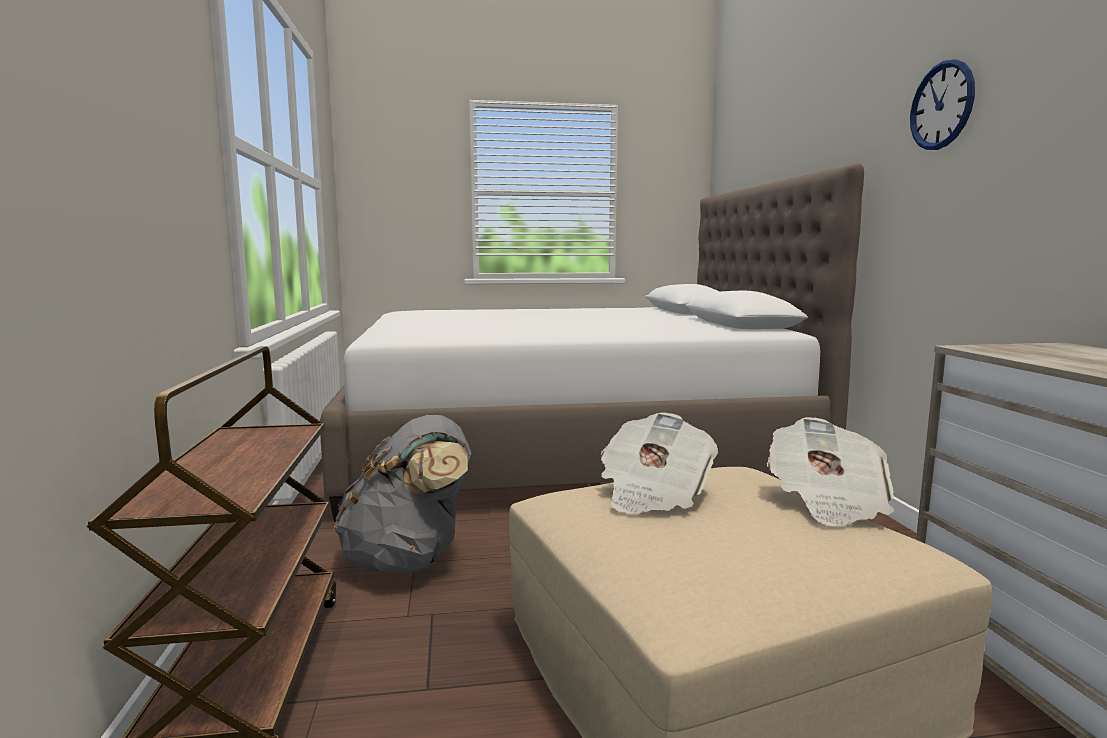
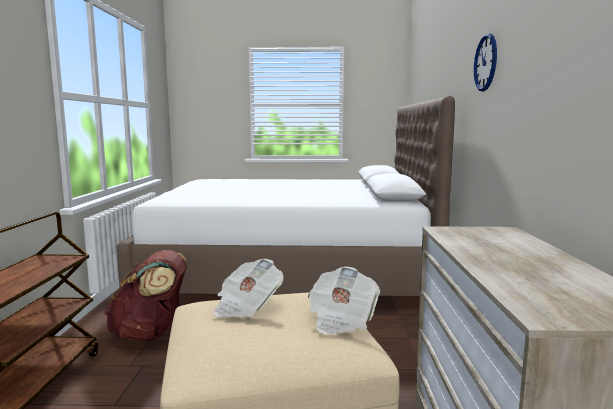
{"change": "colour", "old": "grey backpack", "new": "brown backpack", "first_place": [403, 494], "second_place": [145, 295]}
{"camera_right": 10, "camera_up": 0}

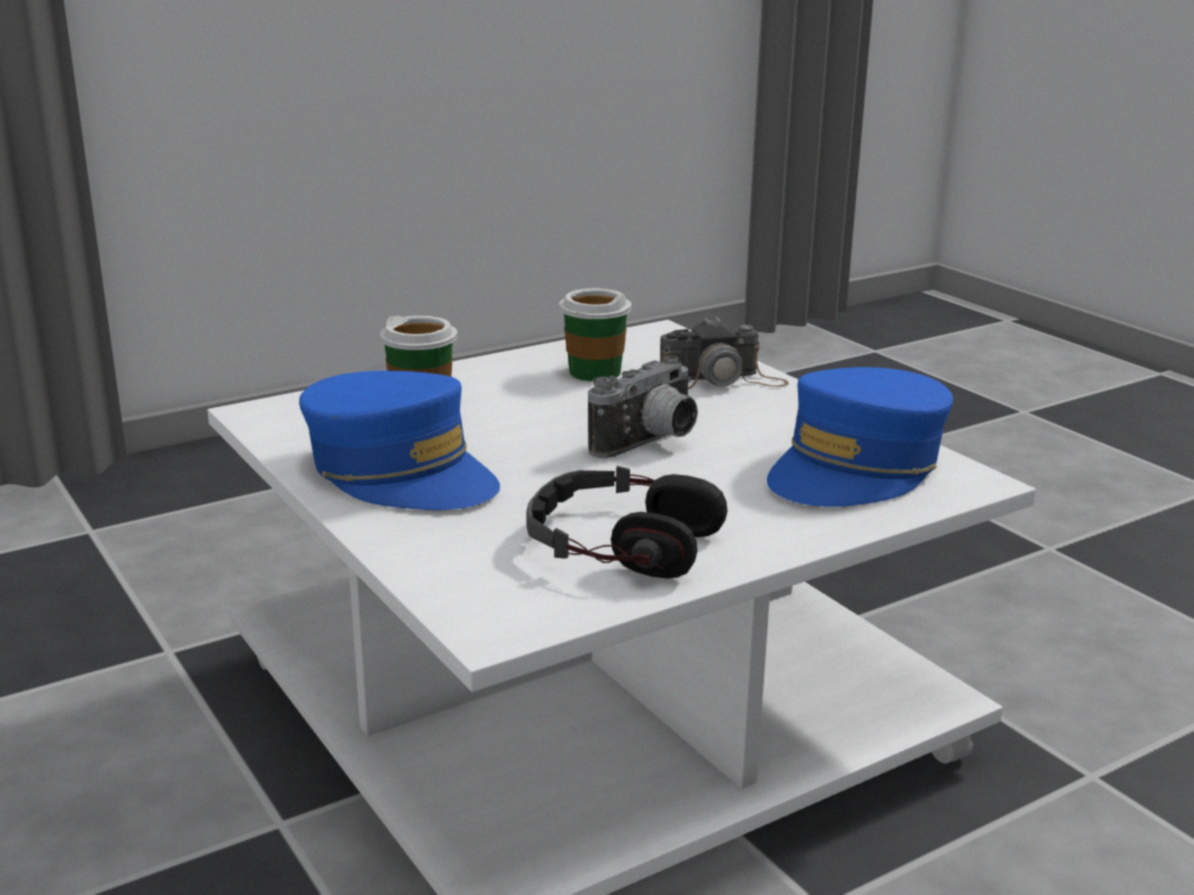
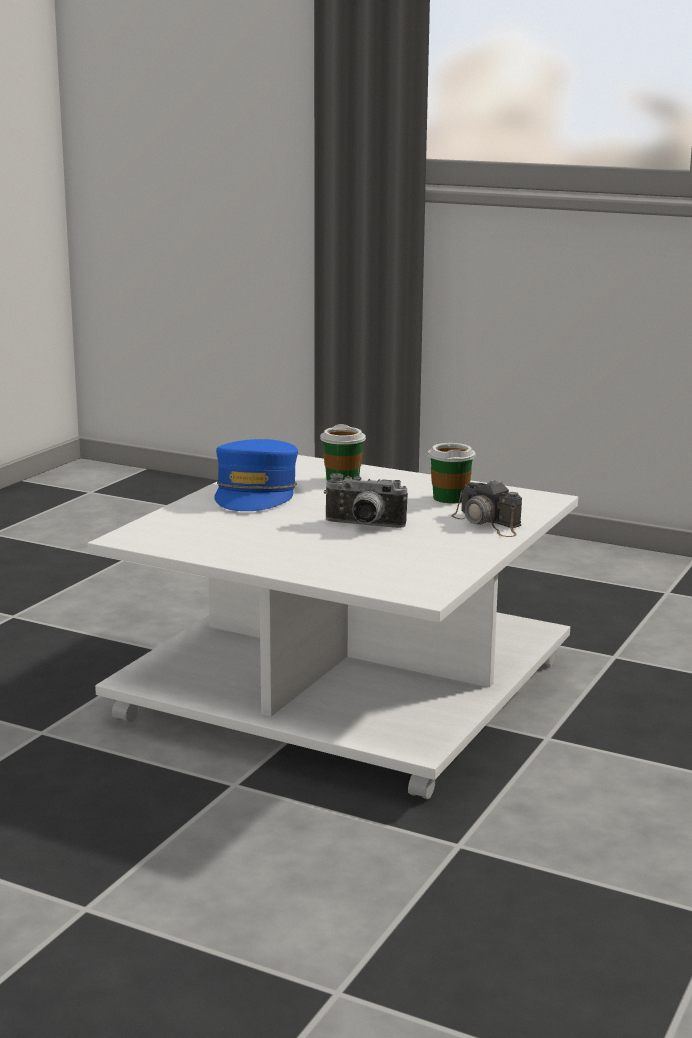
{"change": "missing", "old": "headphones", "first_place": [626, 522]}
{"change": "missing", "old": "blue cap", "first_place": [860, 437]}
{"camera_right": 60, "camera_up": -5}

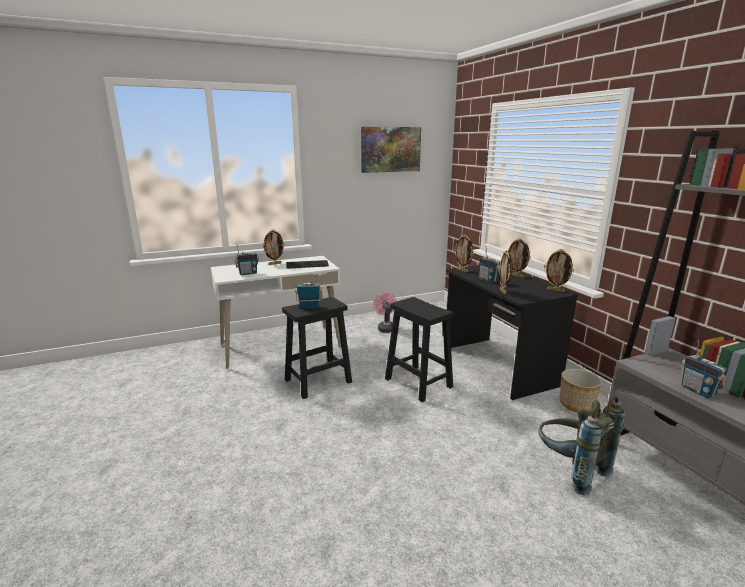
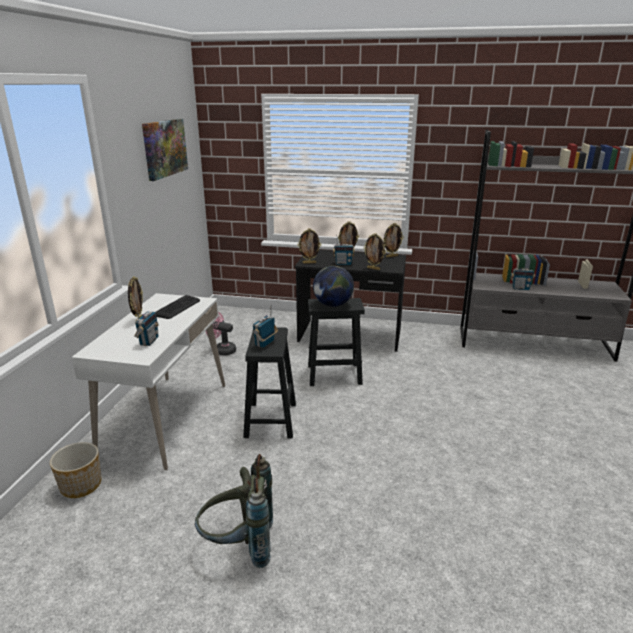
{"change": "appeared", "new": "globe", "second_place": [333, 286]}
{"change": "relocated", "old": "grey backpack", "first_place": [581, 445], "second_place": [234, 511]}
{"change": "relocated", "old": "planter", "first_place": [581, 390], "second_place": [76, 470]}
{"camera_right": -55, "camera_up": 5}

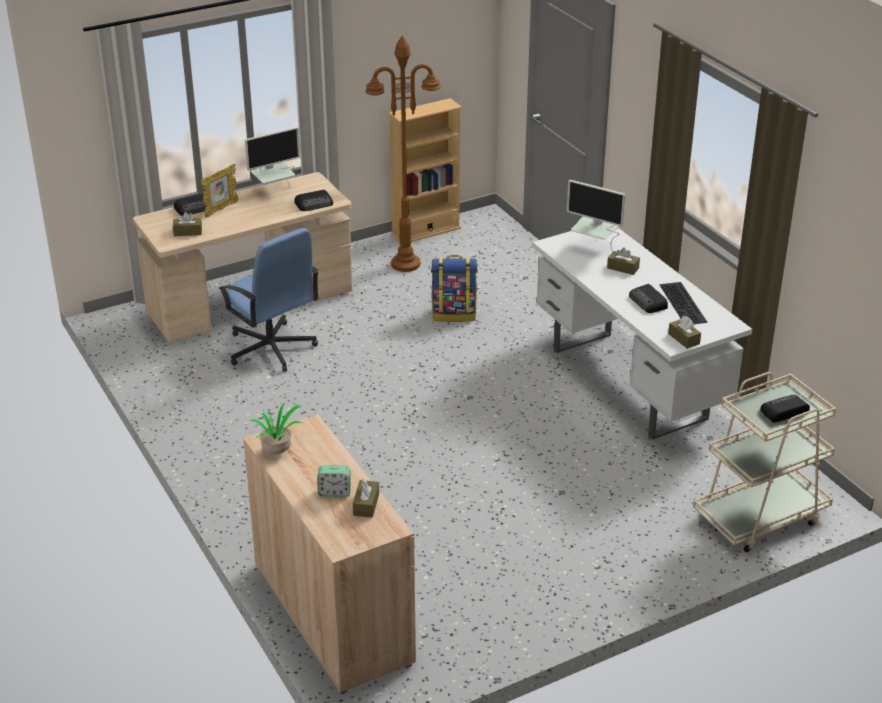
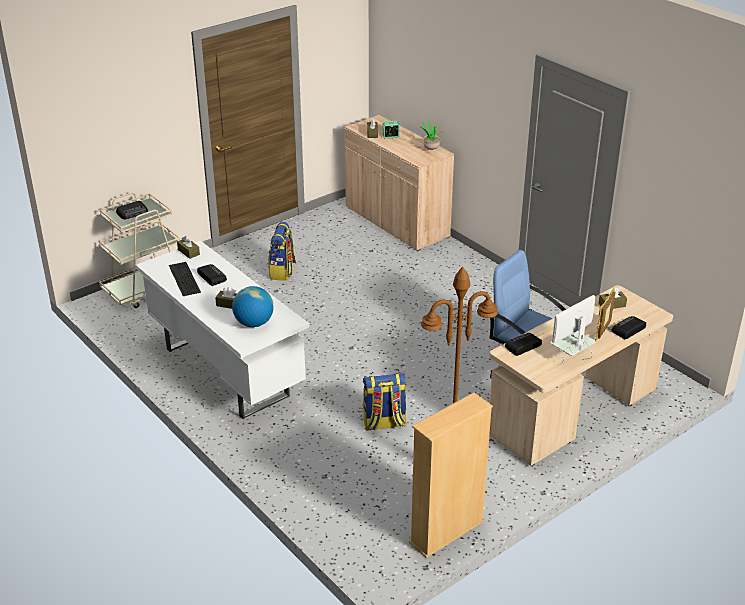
{"change": "appeared", "new": "backpack", "second_place": [282, 251]}
{"change": "exchanged", "old": "monitor", "new": "globe", "first_place": [596, 215], "second_place": [253, 306]}
{"camera_right": 170, "camera_up": 0}

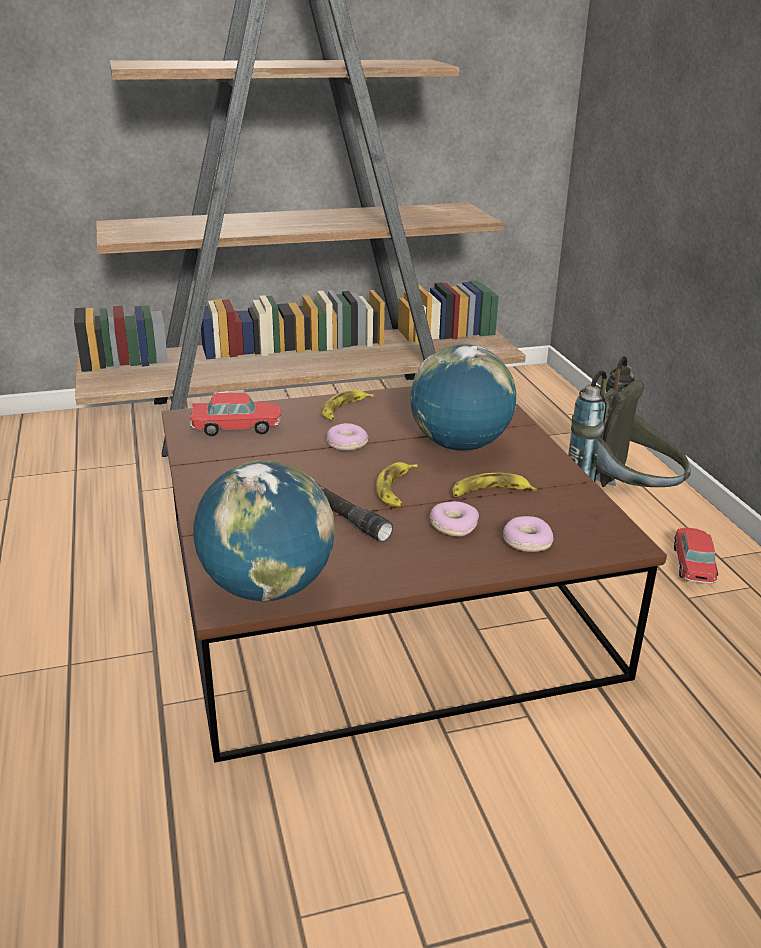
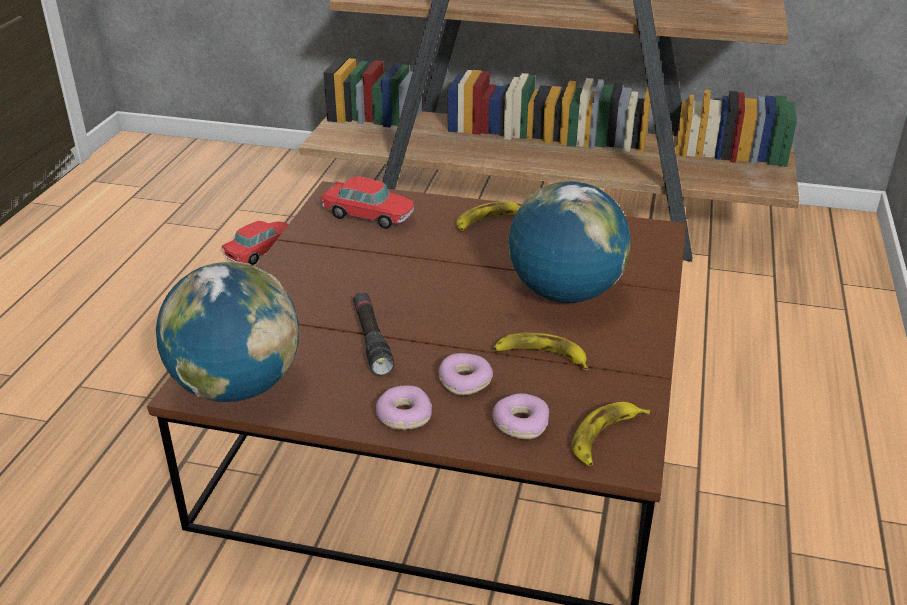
{"change": "missing", "old": "grey backpack", "first_place": [629, 421]}
{"change": "relocated", "old": "donut", "first_place": [347, 437], "second_place": [404, 407]}
{"change": "relocated", "old": "banana", "first_place": [396, 484], "second_place": [611, 434]}
{"change": "relocated", "old": "toy car", "first_place": [696, 556], "second_place": [255, 243]}
{"camera_right": 30, "camera_up": 5}

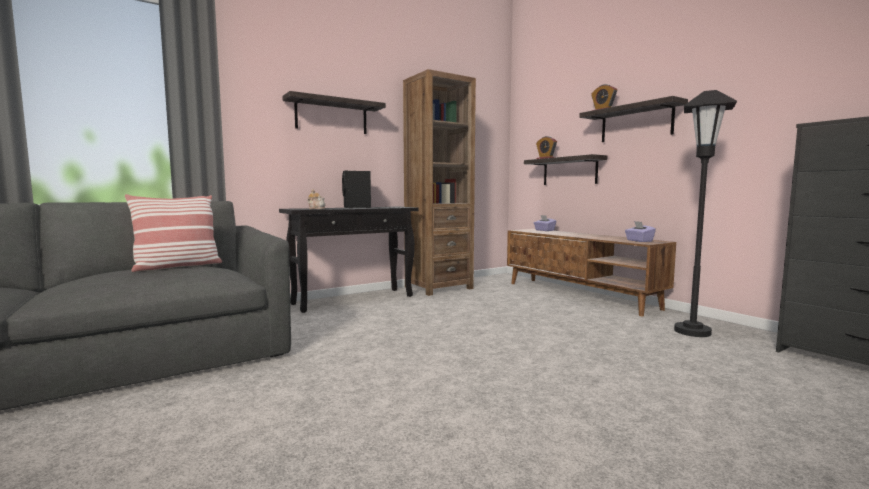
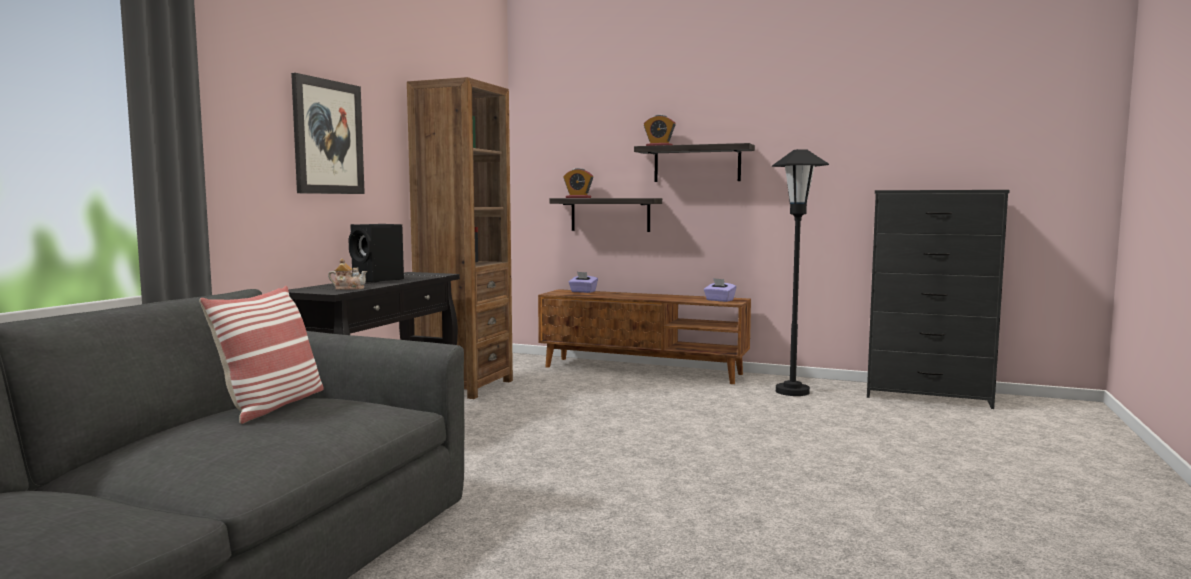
{"change": "exchanged", "old": "shelf", "new": "picture", "first_place": [334, 112], "second_place": [328, 133]}
{"camera_right": -35, "camera_up": 0}

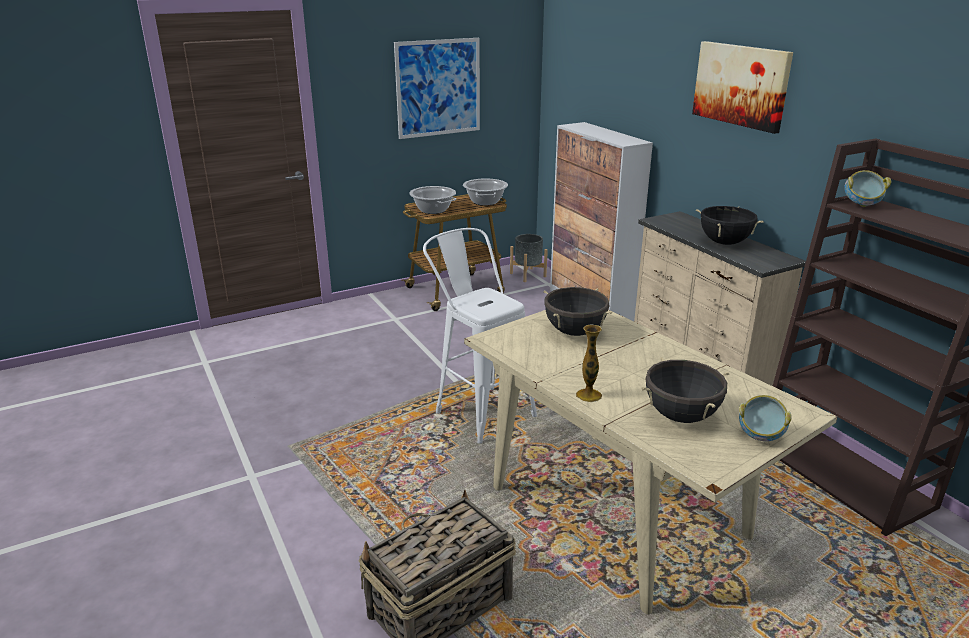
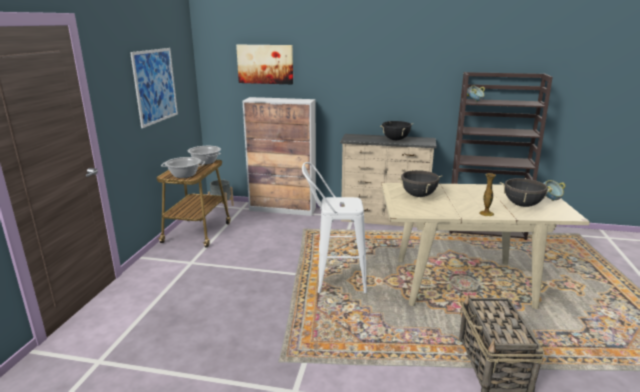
{"change": "relocated", "old": "picture", "first_place": [742, 87], "second_place": [264, 64]}
{"camera_right": -50, "camera_up": -5}

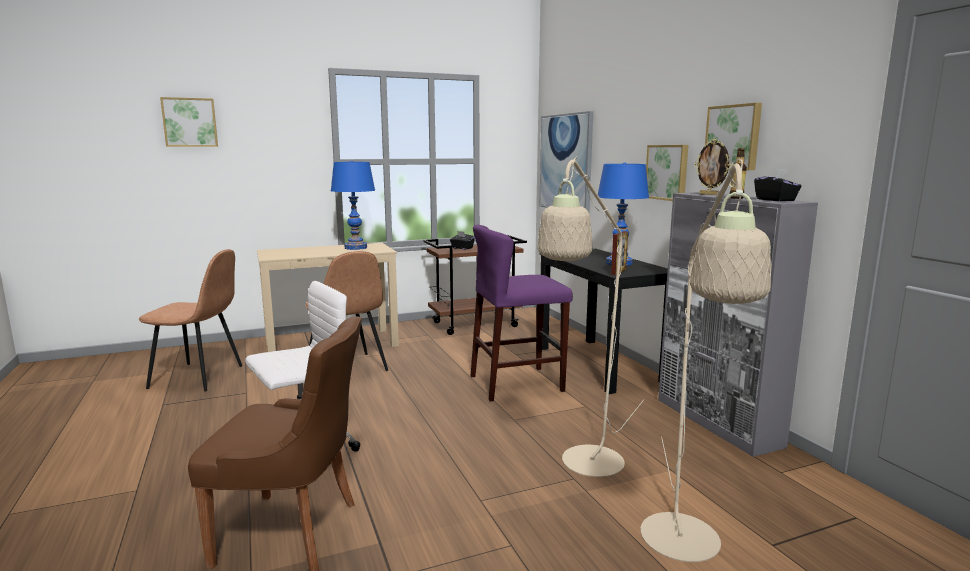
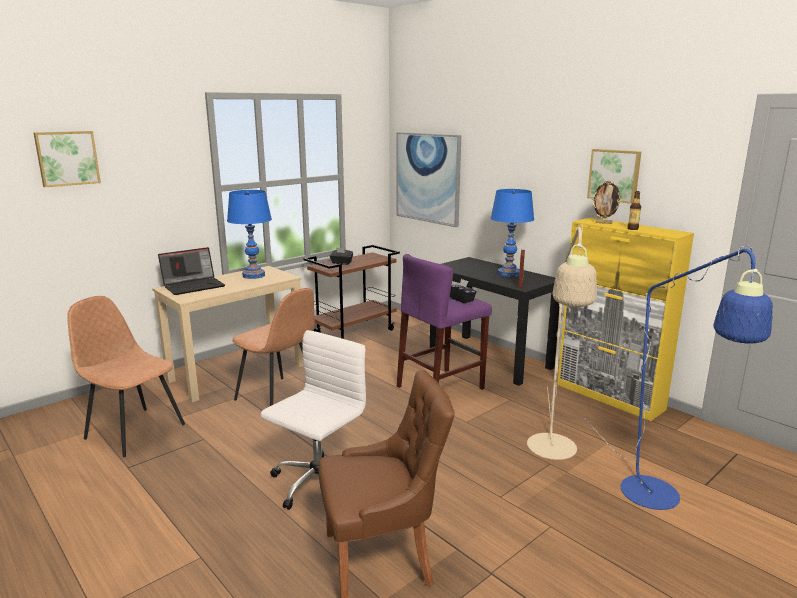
{"change": "missing", "old": "picture", "first_place": [667, 173]}
{"change": "appeared", "new": "laptop", "second_place": [191, 271]}
{"change": "relocated", "old": "black tissue box", "first_place": [778, 185], "second_place": [463, 291]}
{"change": "colour", "old": "beige floor lamp", "new": "blue floor lamp", "first_place": [706, 360], "second_place": [678, 377]}
{"change": "colour", "old": "grey cabinet", "new": "yellow cabinet", "first_place": [738, 324], "second_place": [625, 319]}
{"change": "spun", "old": "brown chair", "first_place": [190, 320], "second_place": [126, 376], "degrees": -135}
{"camera_right": -20, "camera_up": 5}

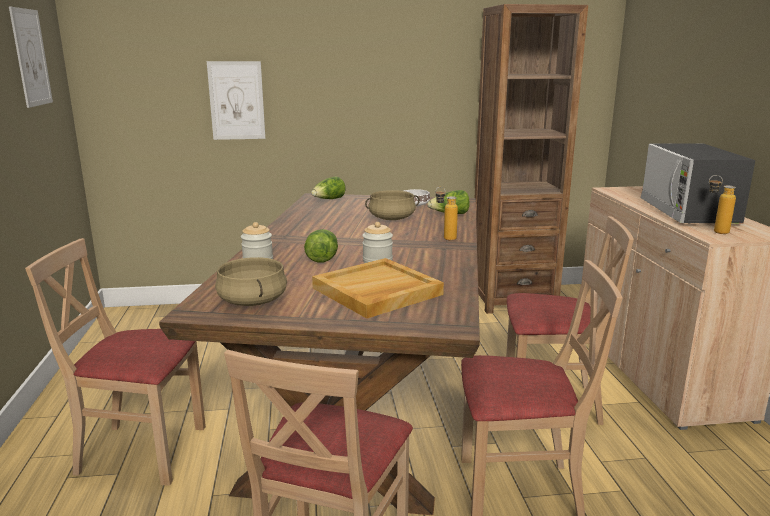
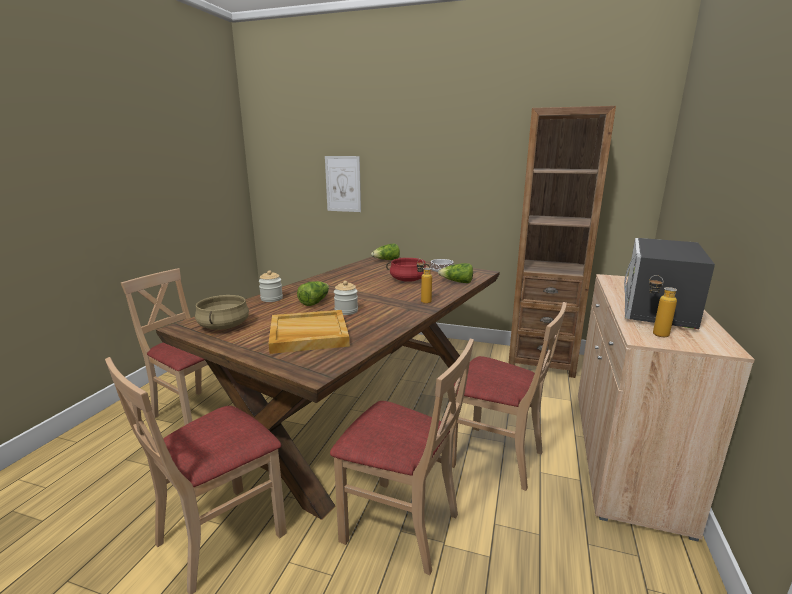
{"change": "missing", "old": "picture", "first_place": [31, 57]}
{"change": "colour", "old": "beige cooking pot", "new": "red cooking pot", "first_place": [392, 205], "second_place": [408, 270]}
{"camera_right": 25, "camera_up": 0}

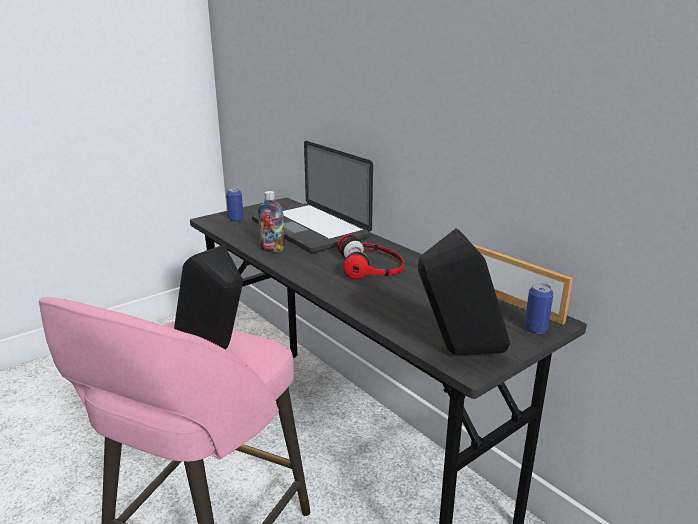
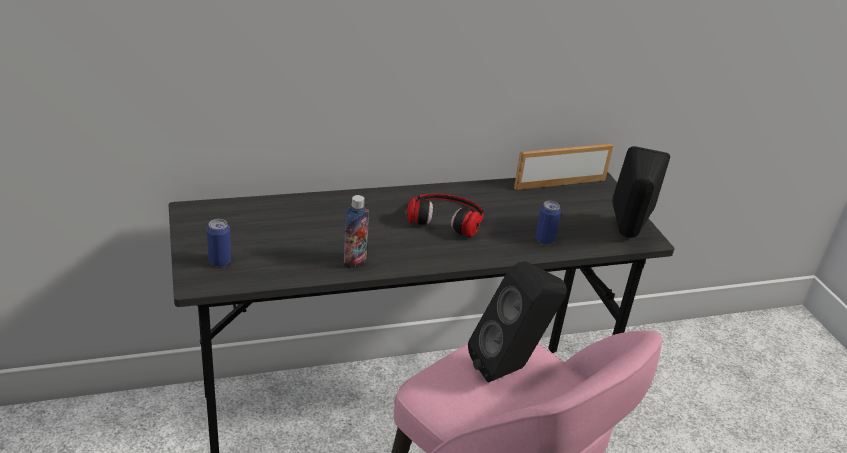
{"change": "missing", "old": "laptop", "first_place": [312, 197]}
{"change": "relocated", "old": "can", "first_place": [538, 308], "second_place": [548, 223]}
{"camera_right": -70, "camera_up": 10}

